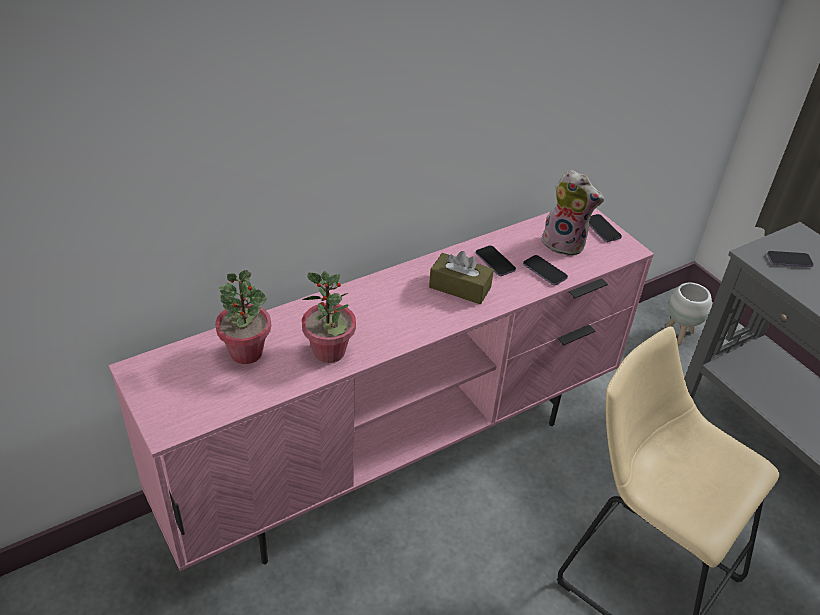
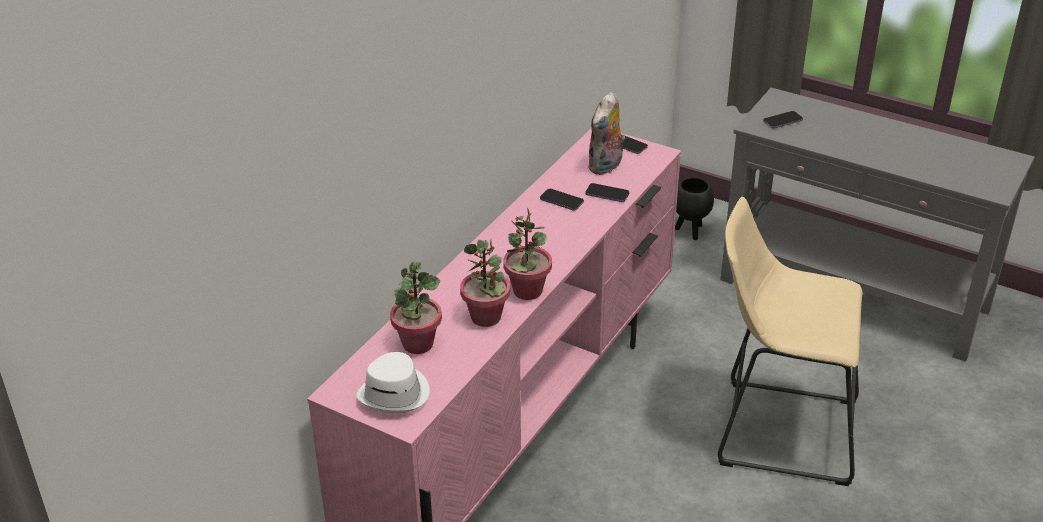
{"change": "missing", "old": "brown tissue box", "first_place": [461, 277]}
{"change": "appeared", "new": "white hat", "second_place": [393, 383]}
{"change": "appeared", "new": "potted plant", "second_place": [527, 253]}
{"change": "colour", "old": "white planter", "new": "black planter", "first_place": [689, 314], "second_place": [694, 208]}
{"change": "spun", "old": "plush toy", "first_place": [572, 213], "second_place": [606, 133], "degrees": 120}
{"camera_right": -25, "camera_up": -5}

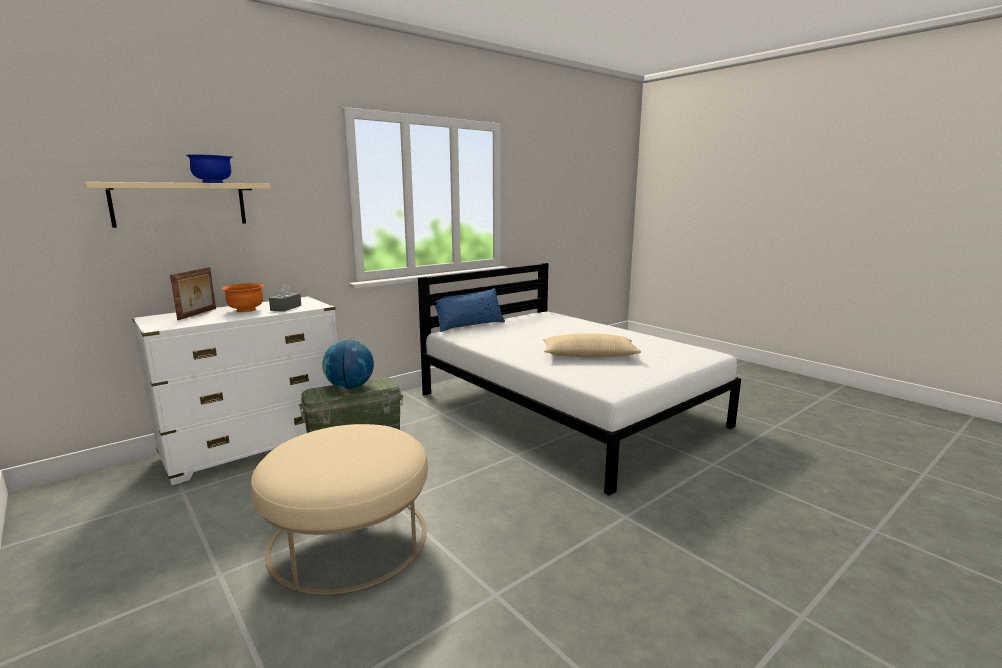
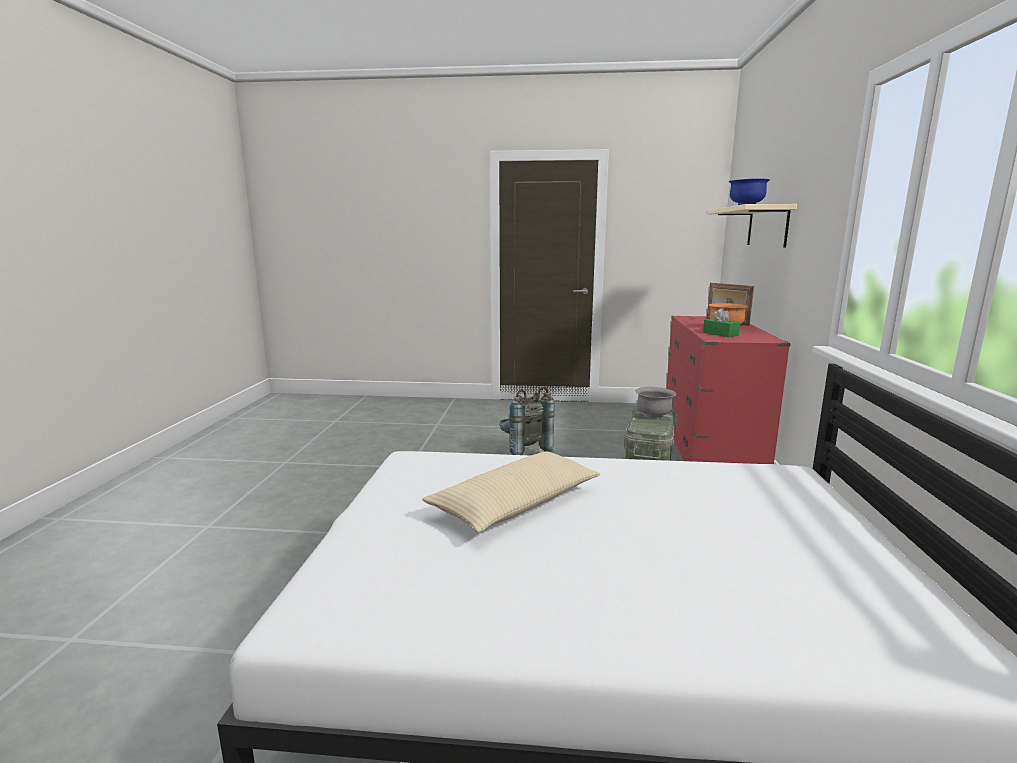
{"change": "missing", "old": "blue pillow", "first_place": [469, 310]}
{"change": "exchanged", "old": "beige ottoman", "new": "grey backpack", "first_place": [339, 509], "second_place": [527, 421]}
{"change": "exchanged", "old": "globe", "new": "grey bowl", "first_place": [348, 364], "second_place": [656, 403]}
{"change": "colour", "old": "white dresser", "new": "red dresser", "first_place": [234, 390], "second_place": [728, 390]}
{"change": "colour", "old": "grey tissue box", "new": "green tissue box", "first_place": [285, 297], "second_place": [721, 322]}
{"camera_right": 135, "camera_up": 0}

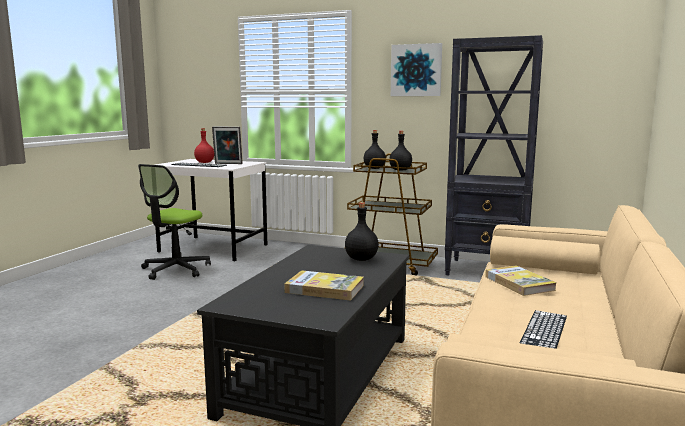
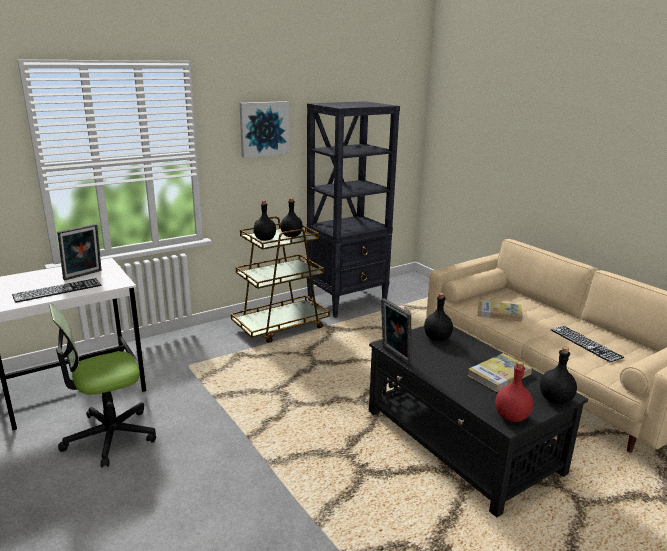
{"change": "appeared", "new": "picture frame", "second_place": [396, 331]}
{"change": "appeared", "new": "black bottle", "second_place": [558, 375]}
{"change": "relocated", "old": "red bottle", "first_place": [204, 145], "second_place": [514, 391]}
{"change": "spun", "old": "office chair", "first_place": [174, 222], "second_place": [102, 385], "degrees": 90}
{"camera_right": -55, "camera_up": 10}

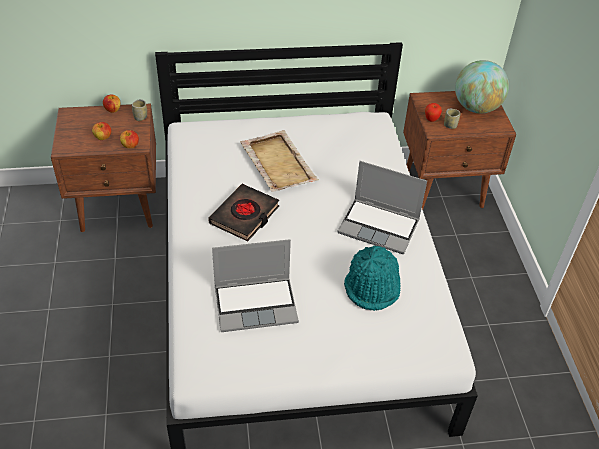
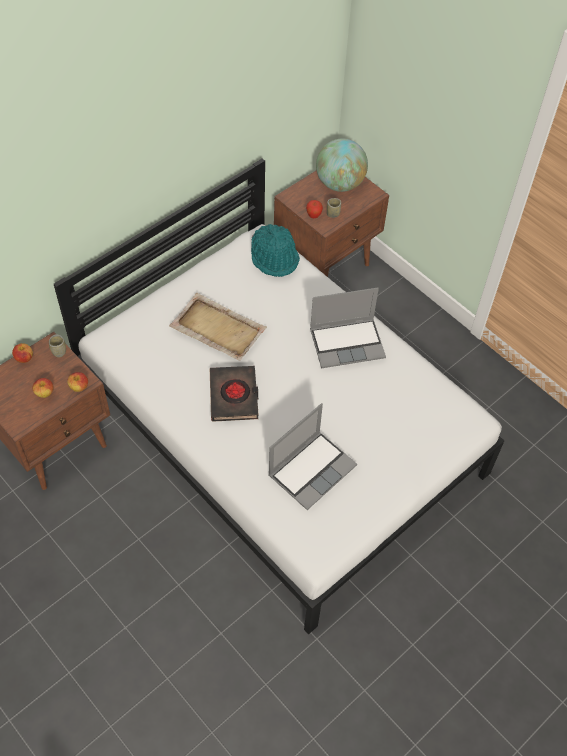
{"change": "relocated", "old": "turquoise hat", "first_place": [372, 278], "second_place": [275, 250]}
{"camera_right": -35, "camera_up": 10}

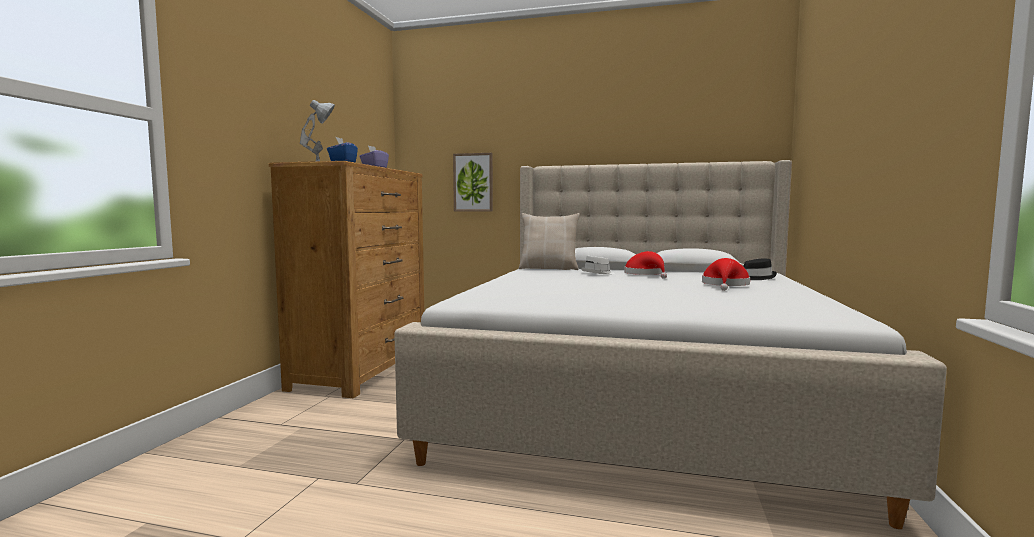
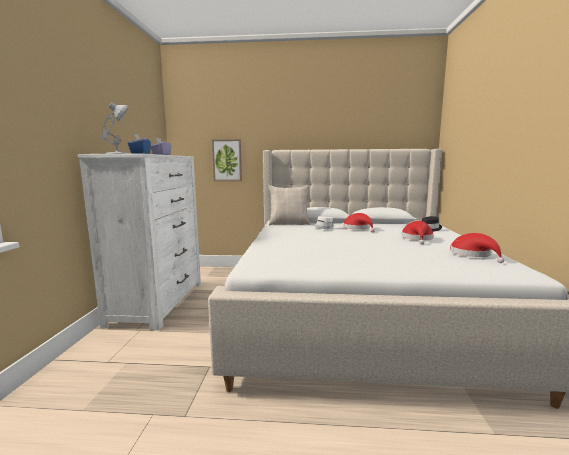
{"change": "appeared", "new": "red hat", "second_place": [477, 248]}
{"change": "colour", "old": "brown dresser", "new": "white dresser", "first_place": [346, 279], "second_place": [139, 241]}
{"camera_right": -10, "camera_up": 5}

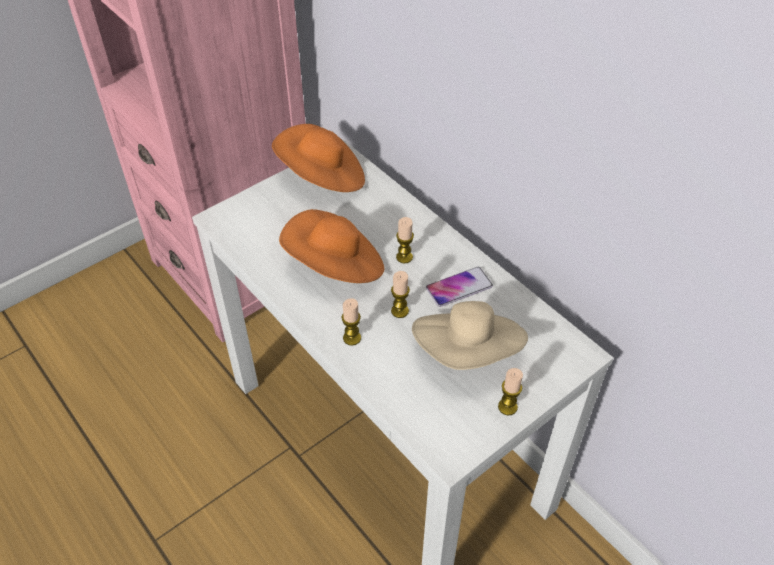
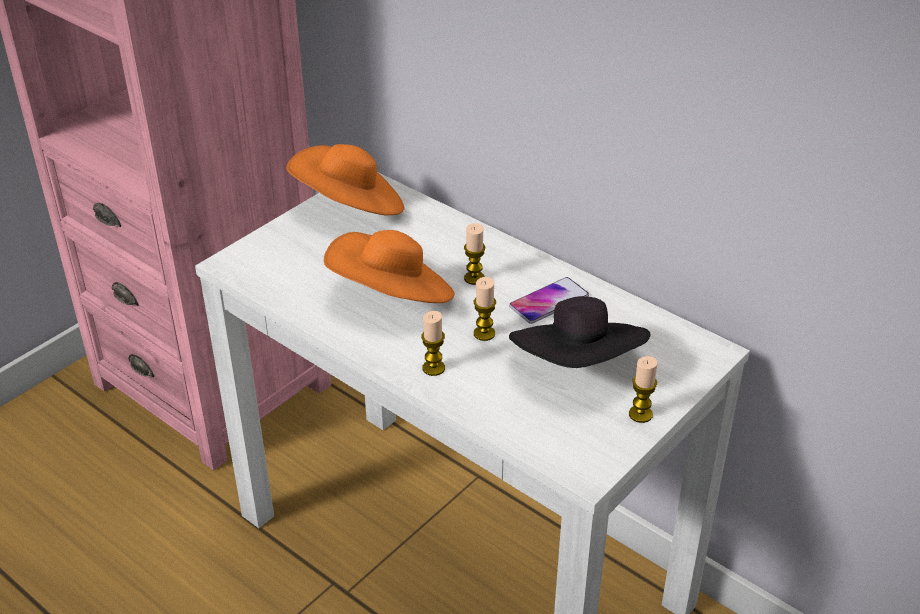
{"change": "colour", "old": "beige hat", "new": "black hat", "first_place": [470, 335], "second_place": [580, 332]}
{"camera_right": -10, "camera_up": -10}

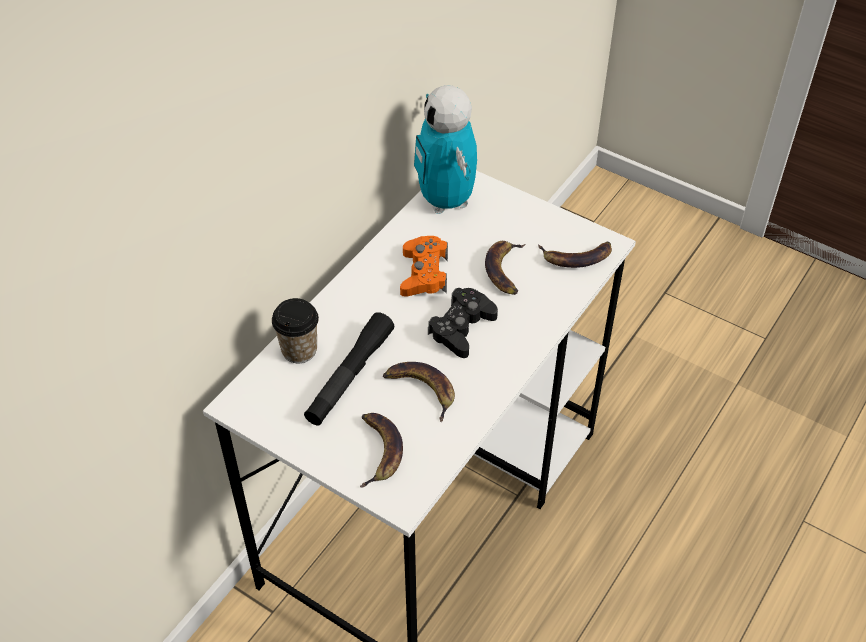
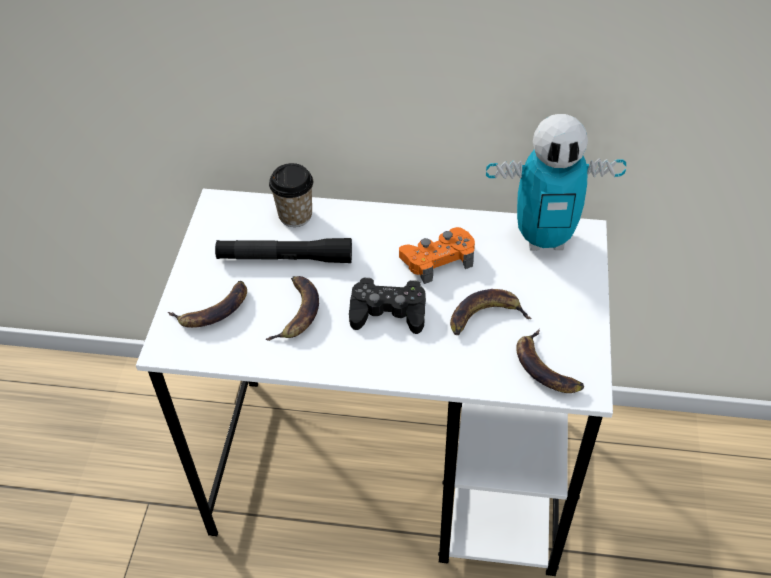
{"change": "spun", "old": "toy robot", "first_place": [445, 149], "second_place": [556, 182], "degrees": -135}
{"camera_right": 65, "camera_up": 0}

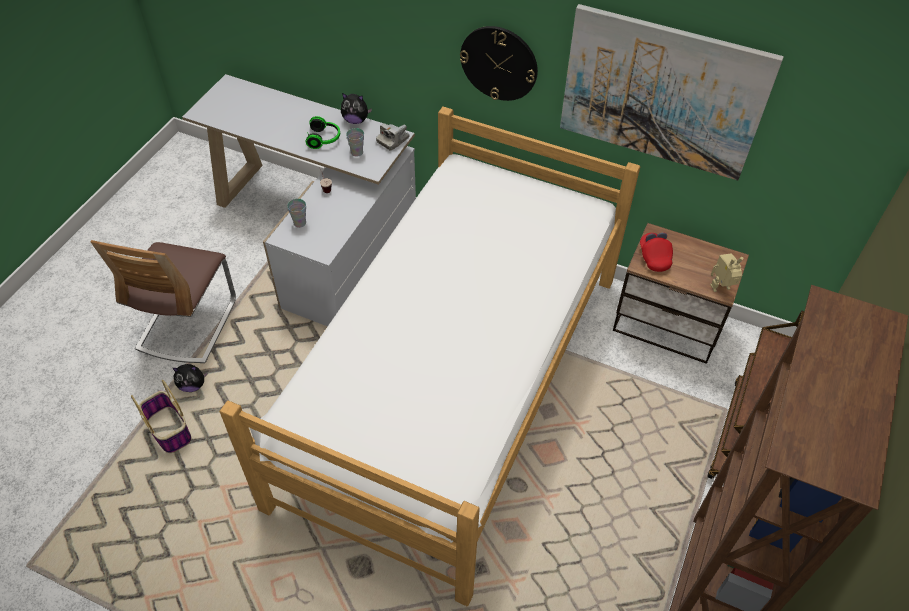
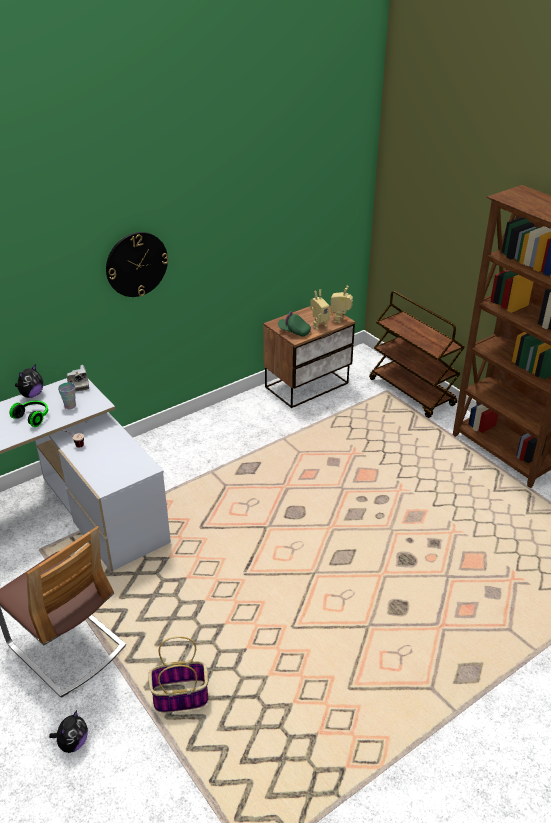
{"change": "missing", "old": "bed", "first_place": [430, 356]}
{"change": "missing", "old": "cup", "first_place": [296, 213]}
{"change": "missing", "old": "picture", "first_place": [672, 92]}
{"change": "appeared", "new": "toy robot", "second_place": [320, 309]}
{"change": "relocated", "old": "plush toy", "first_place": [190, 378], "second_place": [68, 731]}
{"change": "colour", "old": "red cap", "new": "green cap", "first_place": [656, 252], "second_place": [294, 323]}
{"camera_right": -60, "camera_up": -15}

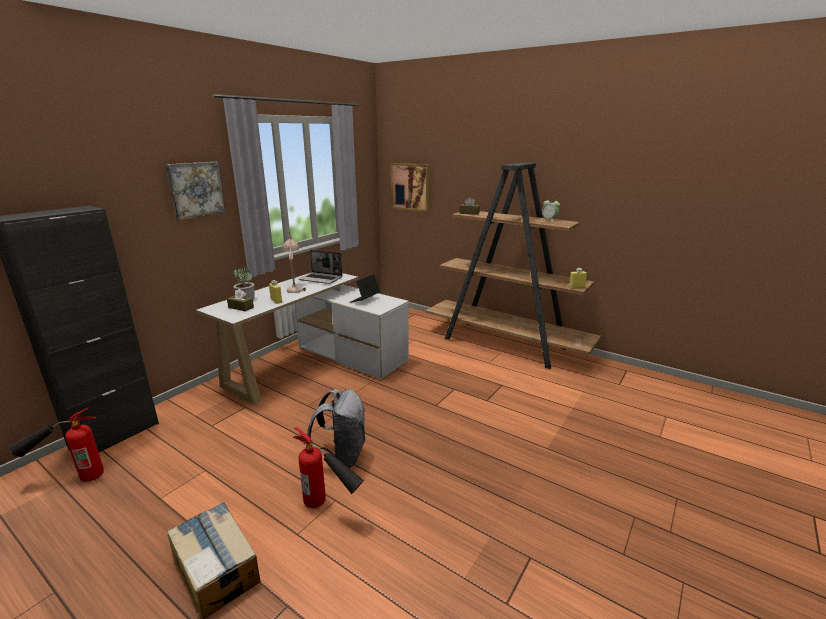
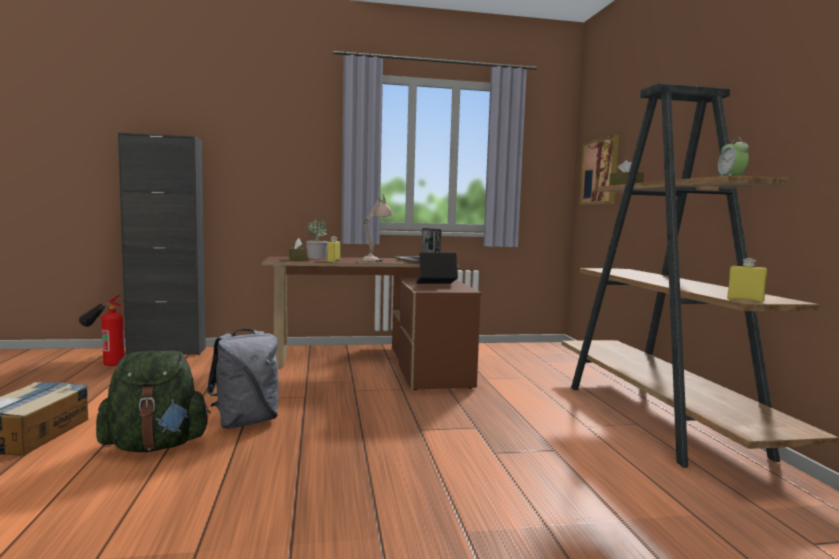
{"change": "missing", "old": "picture", "first_place": [195, 191]}
{"change": "exchanged", "old": "fire extinguisher", "new": "green backpack", "first_place": [328, 467], "second_place": [153, 401]}
{"change": "colour", "old": "white desk", "new": "brown desk", "first_place": [302, 339], "second_place": [371, 323]}
{"camera_right": 45, "camera_up": -15}

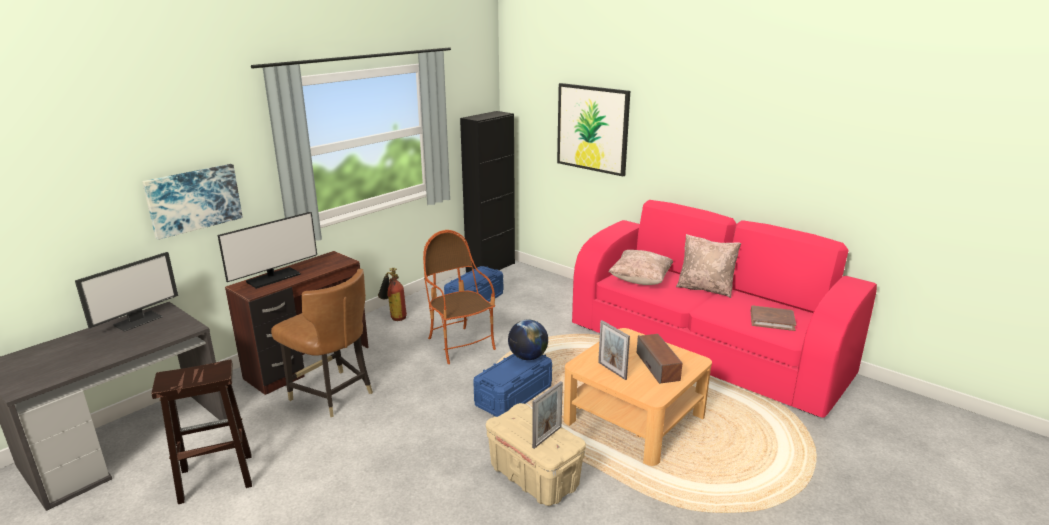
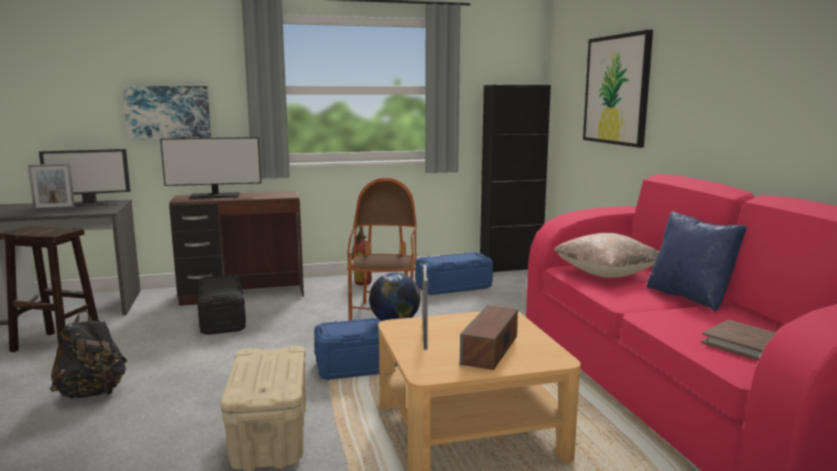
{"change": "appeared", "new": "black backpack", "second_place": [88, 355]}
{"change": "relocated", "old": "picture frame", "first_place": [547, 415], "second_place": [51, 187]}
{"change": "exchanged", "old": "brown chair", "new": "black storage box", "first_place": [322, 343], "second_place": [221, 304]}
{"change": "colour", "old": "beige pillow", "new": "blue pillow", "first_place": [708, 266], "second_place": [696, 261]}
{"camera_right": 35, "camera_up": -10}

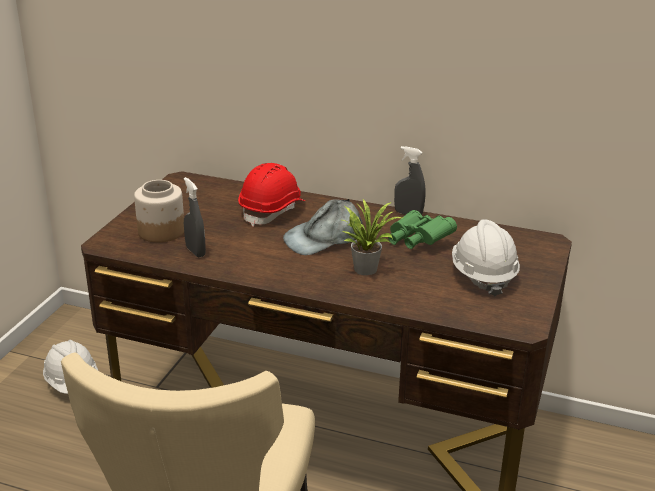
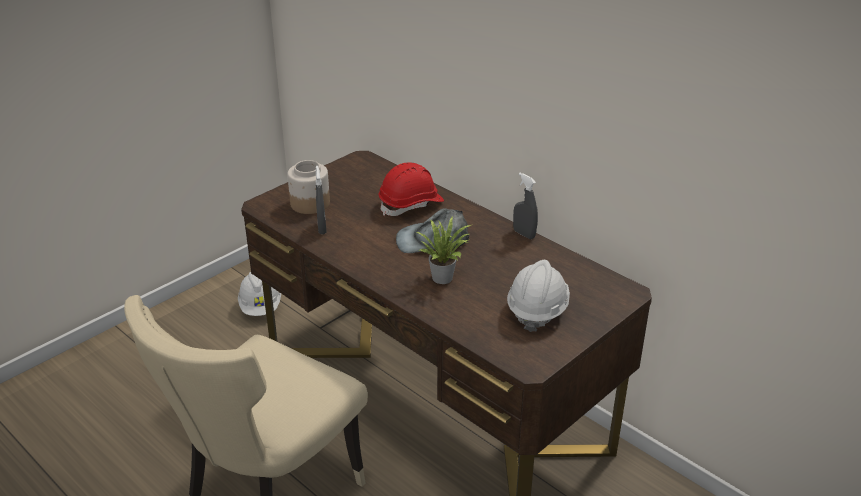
{"change": "missing", "old": "green binoculars", "first_place": [422, 229]}
{"camera_right": 25, "camera_up": 5}

